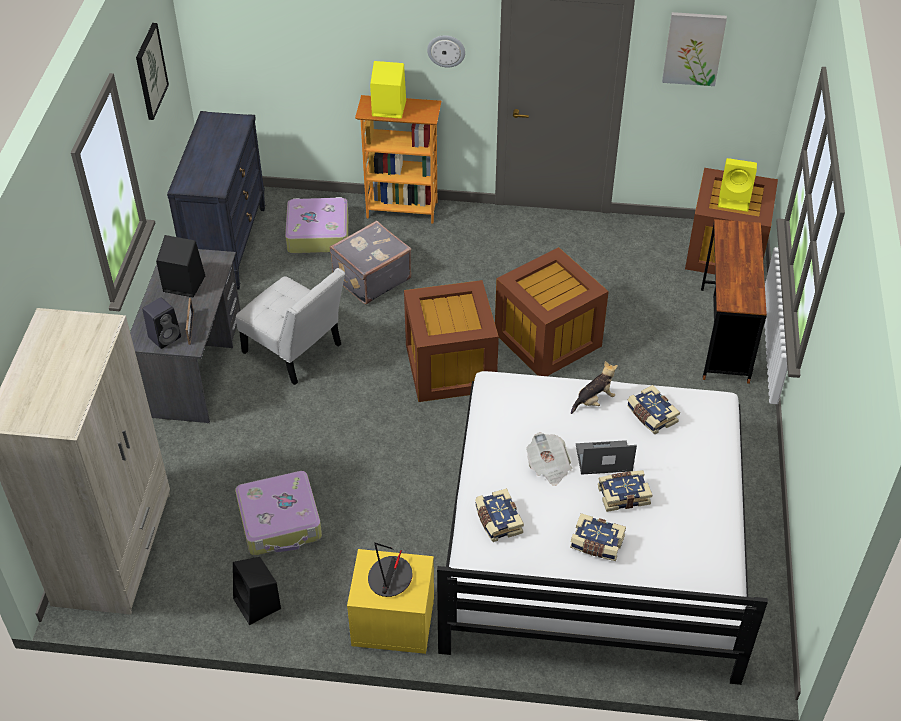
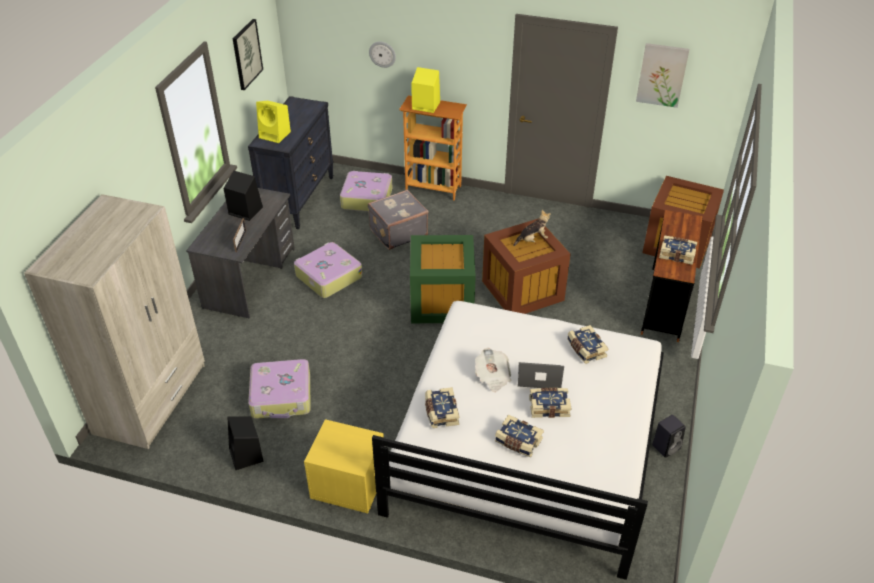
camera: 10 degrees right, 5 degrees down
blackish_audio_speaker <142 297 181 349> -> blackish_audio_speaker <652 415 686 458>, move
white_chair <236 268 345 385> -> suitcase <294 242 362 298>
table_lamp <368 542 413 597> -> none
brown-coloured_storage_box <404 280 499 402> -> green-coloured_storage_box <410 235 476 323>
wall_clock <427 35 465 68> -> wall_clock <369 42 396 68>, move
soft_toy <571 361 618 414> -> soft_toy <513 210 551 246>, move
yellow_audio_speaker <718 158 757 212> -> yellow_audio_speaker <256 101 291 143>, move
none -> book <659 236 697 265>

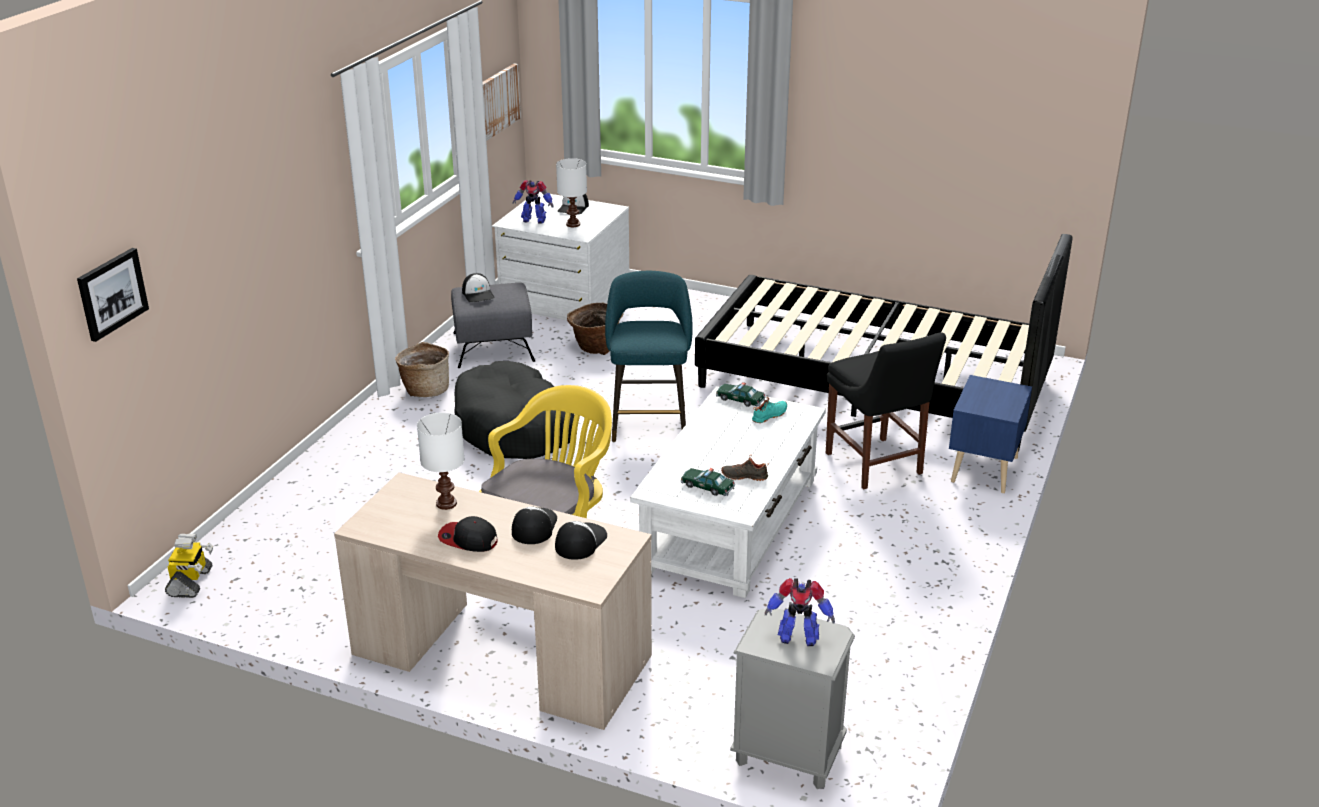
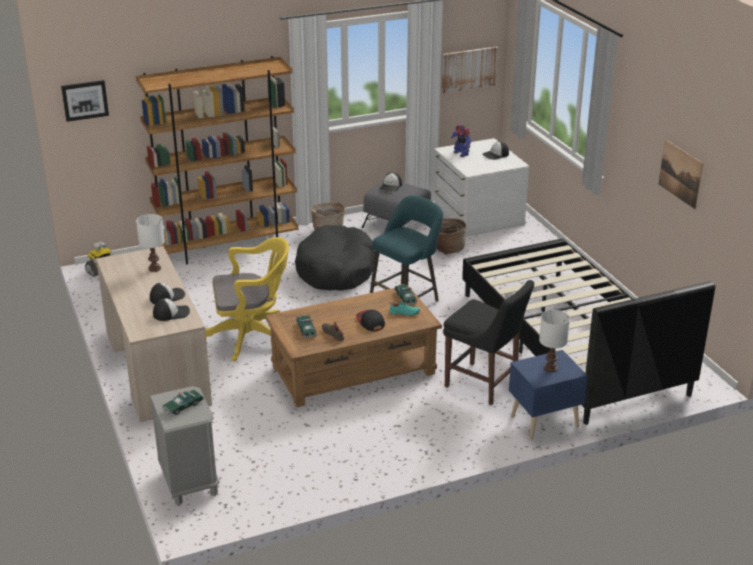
camera: 45 degrees right, 0 degrees up
baseball_cap <438 516 498 552> -> baseball_cap <356 310 385 331>, move
white_table_lamp <556 158 587 227> -> white_table_lamp <539 310 570 372>, move
white_lounge_table <630 386 826 598> -> brown-coloured_lounge_table <265 285 442 407>
toy_robot <765 578 835 646> -> miniature_car <162 390 204 416>
blackish_chair <826 332 946 489> -> blackish_chair <443 280 534 405>, 75 degrees counterclockwise
none -> brown-coloured_bookcase <136 56 298 264>
none -> wall_art <659 139 703 209>

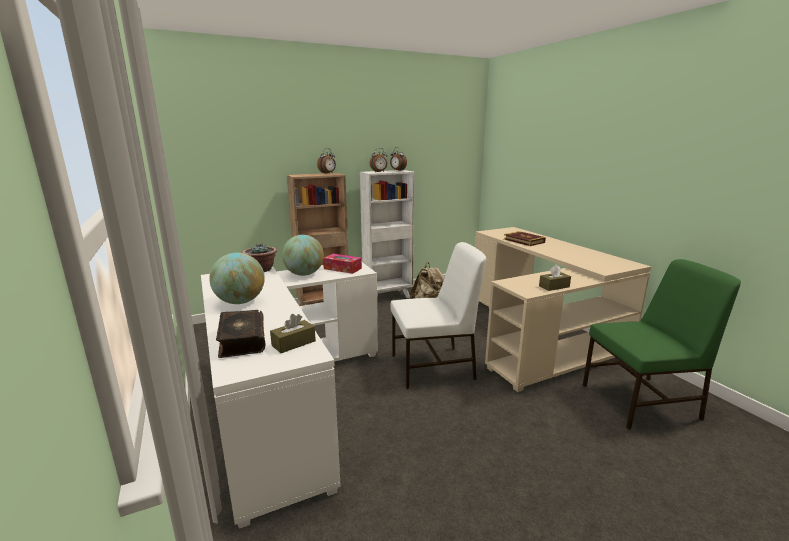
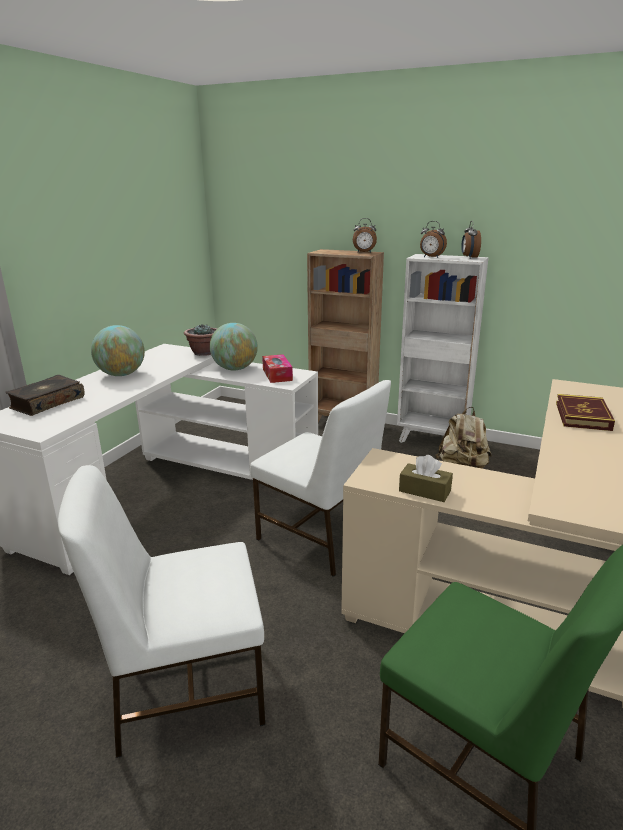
camera: 50 degrees right, 5 degrees up
brown-coloured_box_of_tissues <270 314 316 353> -> none
none -> white_chair <58 465 265 758>

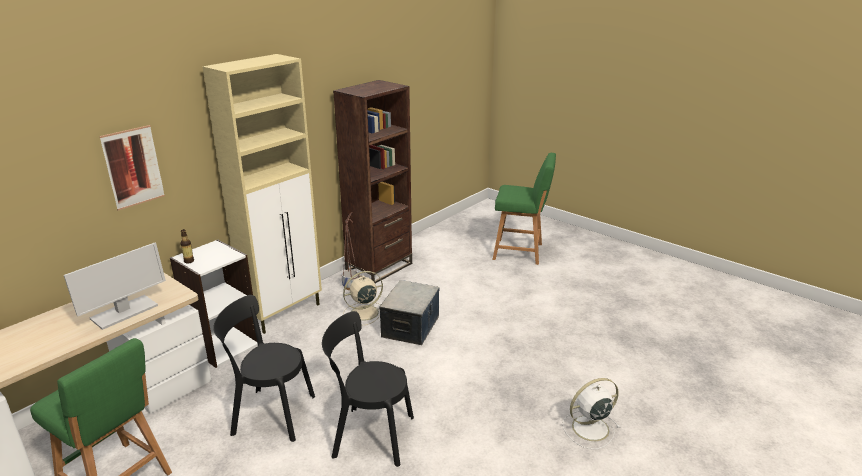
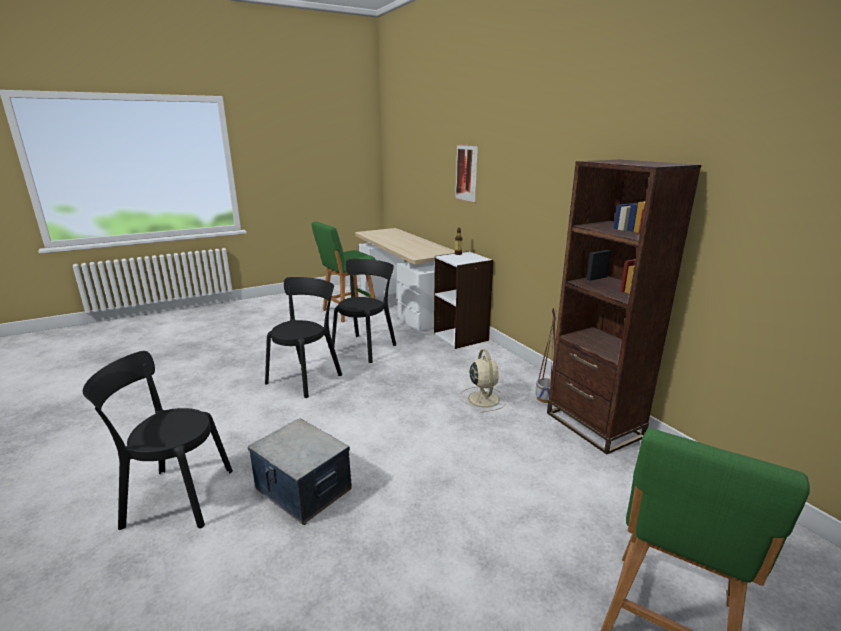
camera: 110 degrees right, 5 degrees down
computer_display <64 243 166 330> -> none
beige-coloured_cabinet <202 54 322 334> -> none
storage_box <379 280 440 345> -> storage_box <248 419 352 525>, move
white_cooling_fan <563 378 620 449> -> blackish_chair <83 351 233 530>

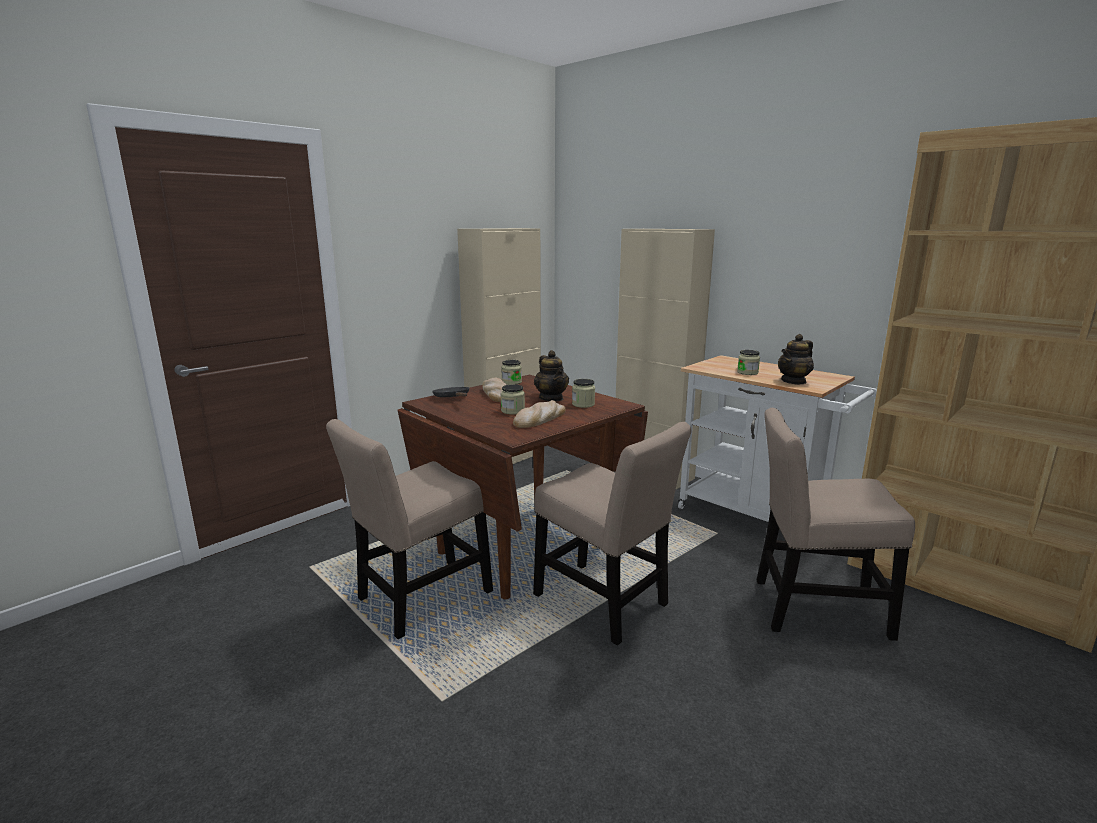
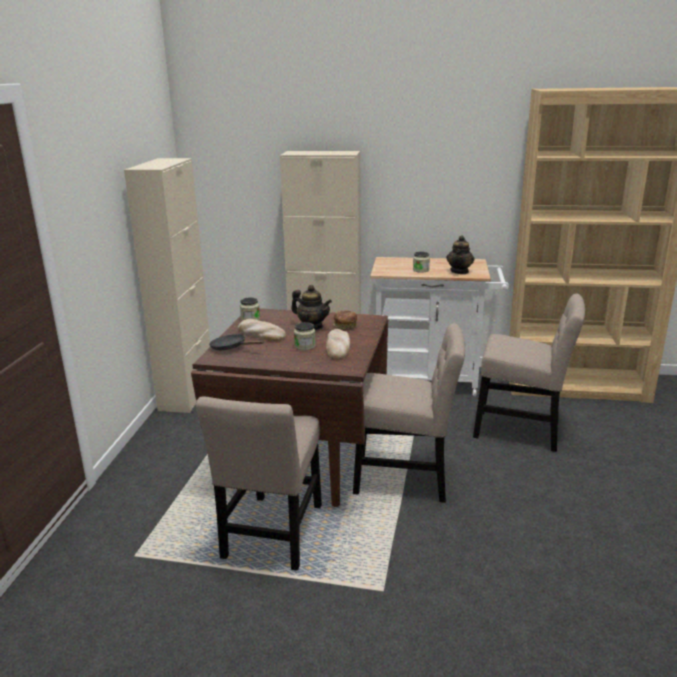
camera: 35 degrees left, 5 degrees up
jar <572 379 595 408> -> bakery_bread <334 310 357 329>
beige-coloured_chair <757 408 915 641> -> beige-coloured_chair <473 293 586 452>, 135 degrees counterclockwise

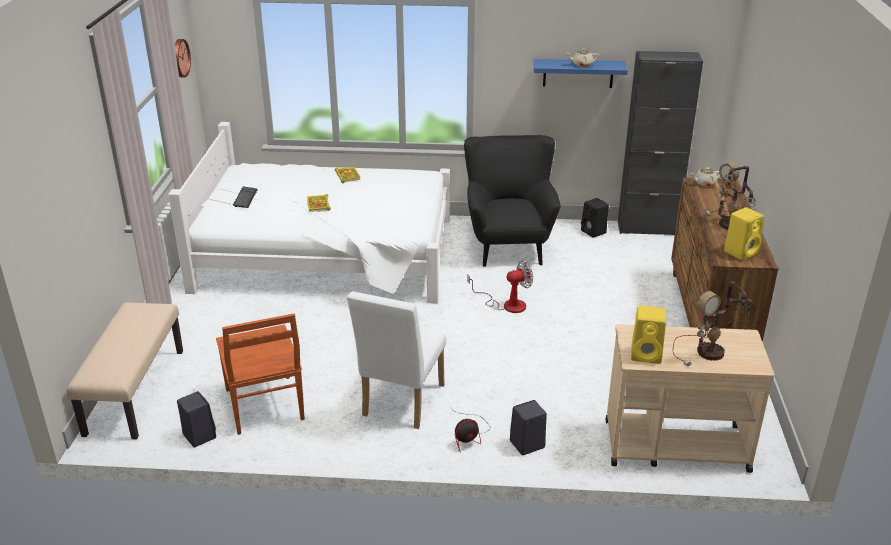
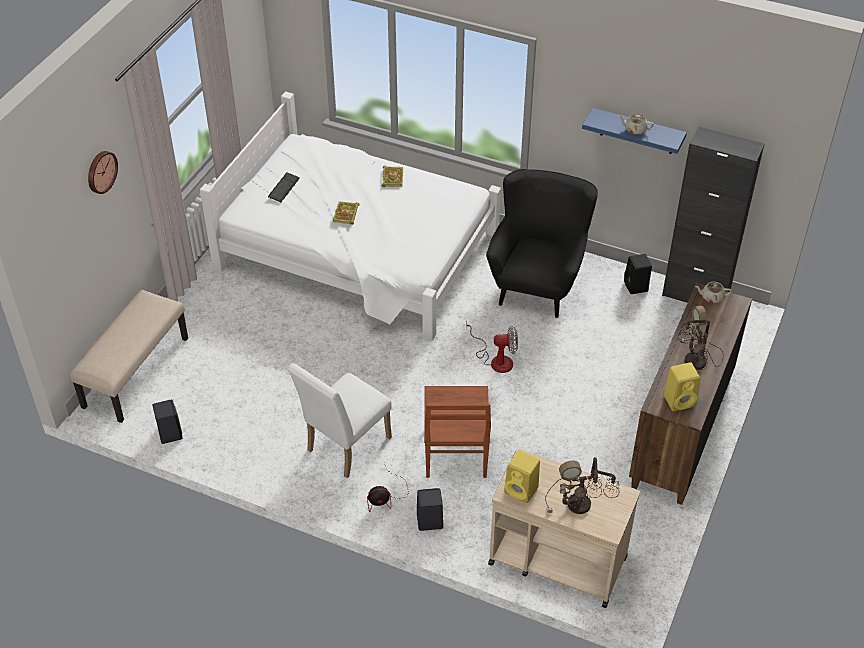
camera: 20 degrees right, 15 degrees up
wall_clock <174 39 191 77> -> wall_clock <88 151 118 194>, move
brown-coloured_chair <216 313 305 435> -> brown-coloured_chair <424 386 491 478>, move

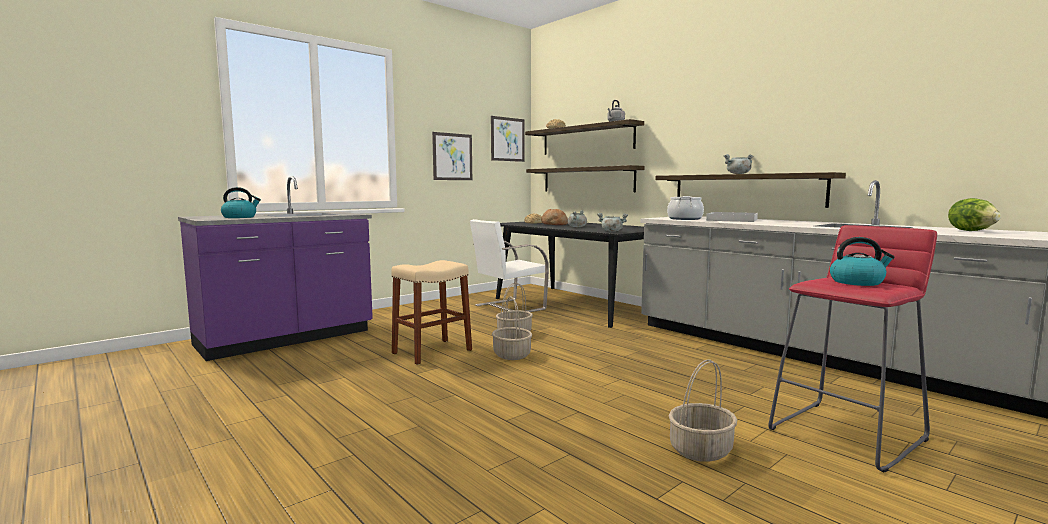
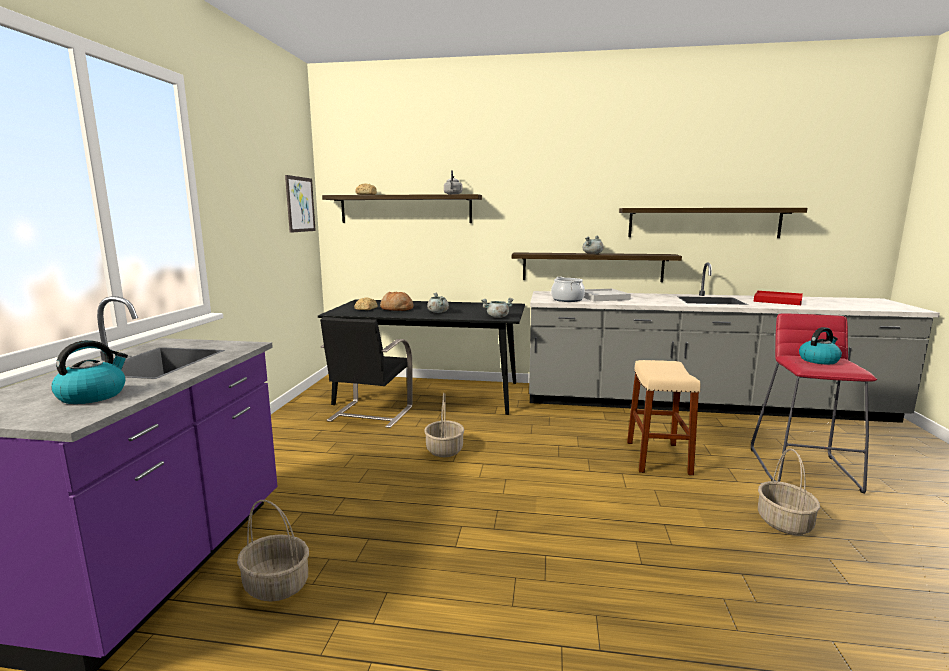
camera: 40 degrees left, 5 degrees up
beige-coloured_stool_seat <391 260 472 365> -> beige-coloured_stool_seat <627 360 701 476>, move
wall_art <432 132 472 180> -> none
white_chair <470 219 549 312> -> blackish_chair <320 317 412 428>
basket <492 296 532 360> -> basket <237 500 309 602>, move
wall_shelf <526 165 645 192> -> wall_shelf <619 208 807 238>, move
lettuce_head <948 198 1001 231> -> red_carrying_tray <753 291 803 305>

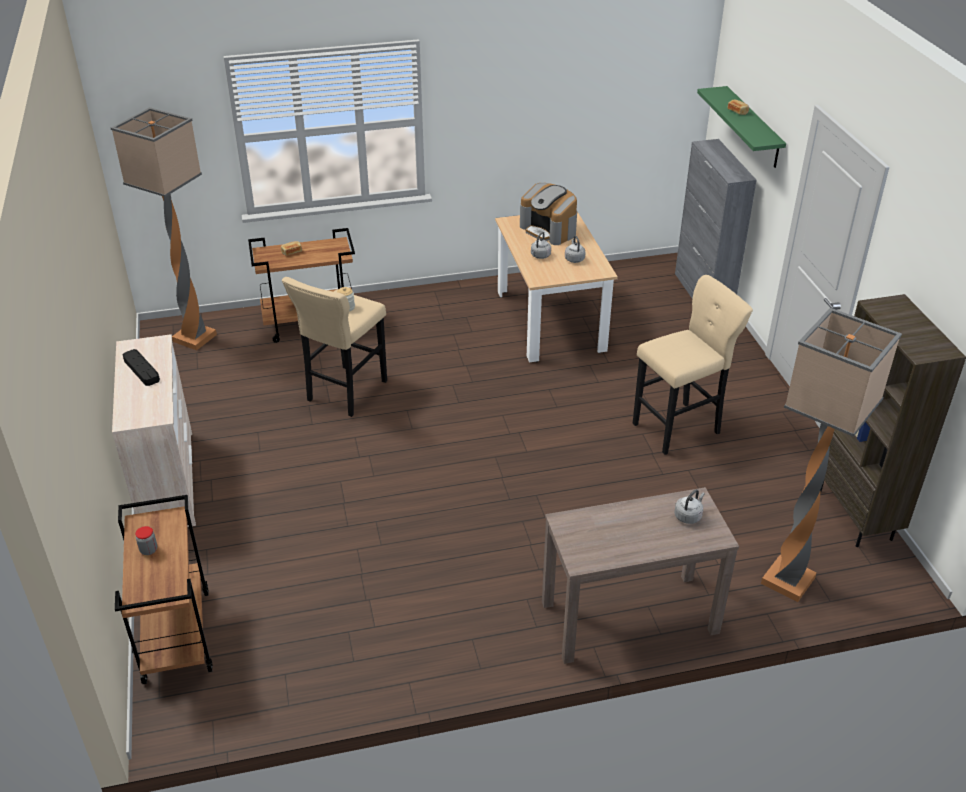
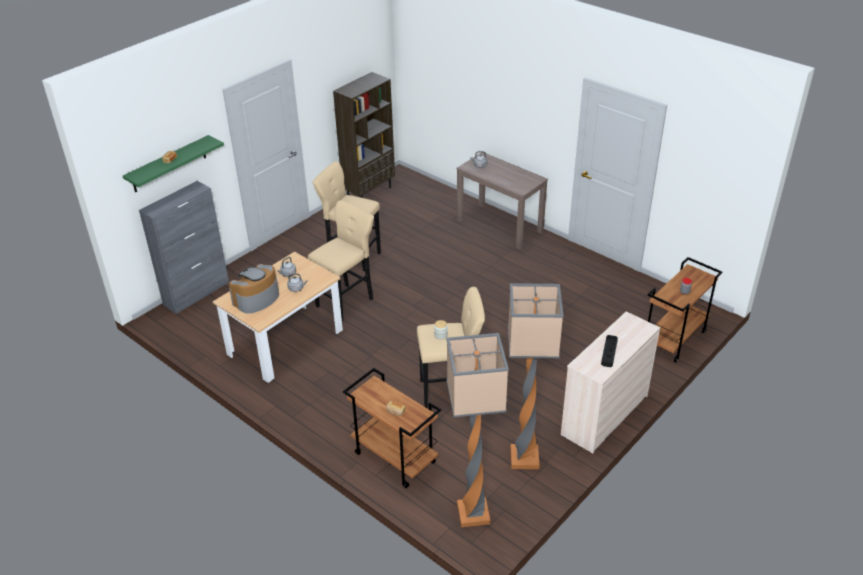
camera: 125 degrees left, 0 degrees up
coffee_machine <520 183 577 245> -> coffee_machine <229 264 279 313>, 150 degrees counterclockwise
standing_lamp <761 308 902 602> -> standing_lamp <508 283 564 469>, move
none -> beige-coloured_stool_seat <308 200 374 321>

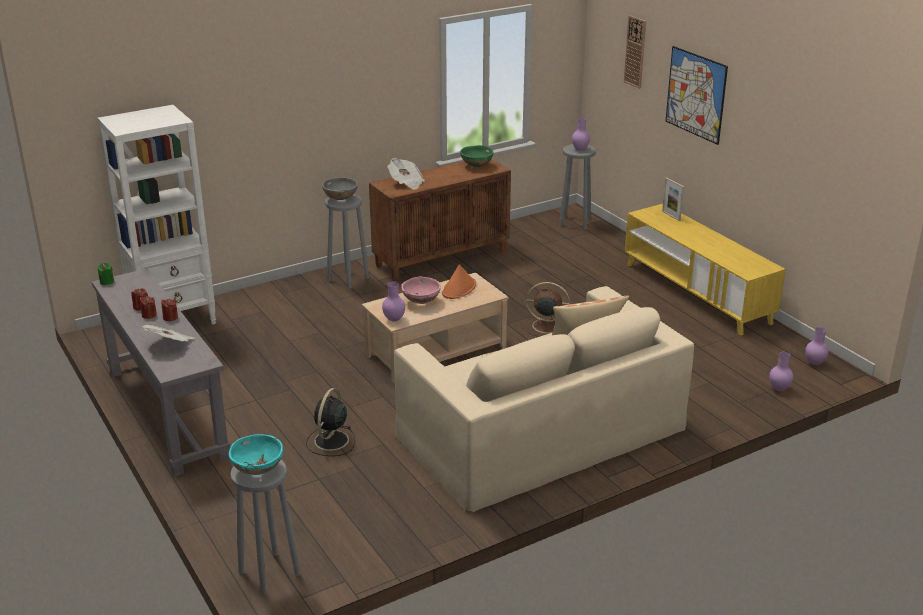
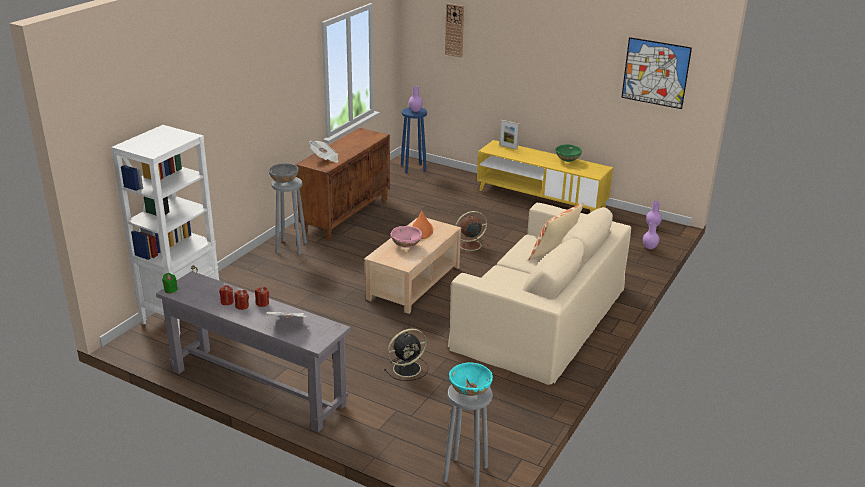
camera: 30 degrees left, 0 degrees up
blackish_cooling_fan <306 388 355 456> -> blackish_cooling_fan <384 328 428 381>, 105 degrees counterclockwise
purplish_flower_vase <382 281 405 322> -> none
green-coloured_deep_dish <460 145 494 167> -> green-coloured_deep_dish <556 144 582 162>, move
grey_stool_seat <559 144 596 229> -> blue-coloured_stool_seat <401 107 427 173>
wall_art <666 46 728 145> -> wall_art <621 37 692 109>, move

